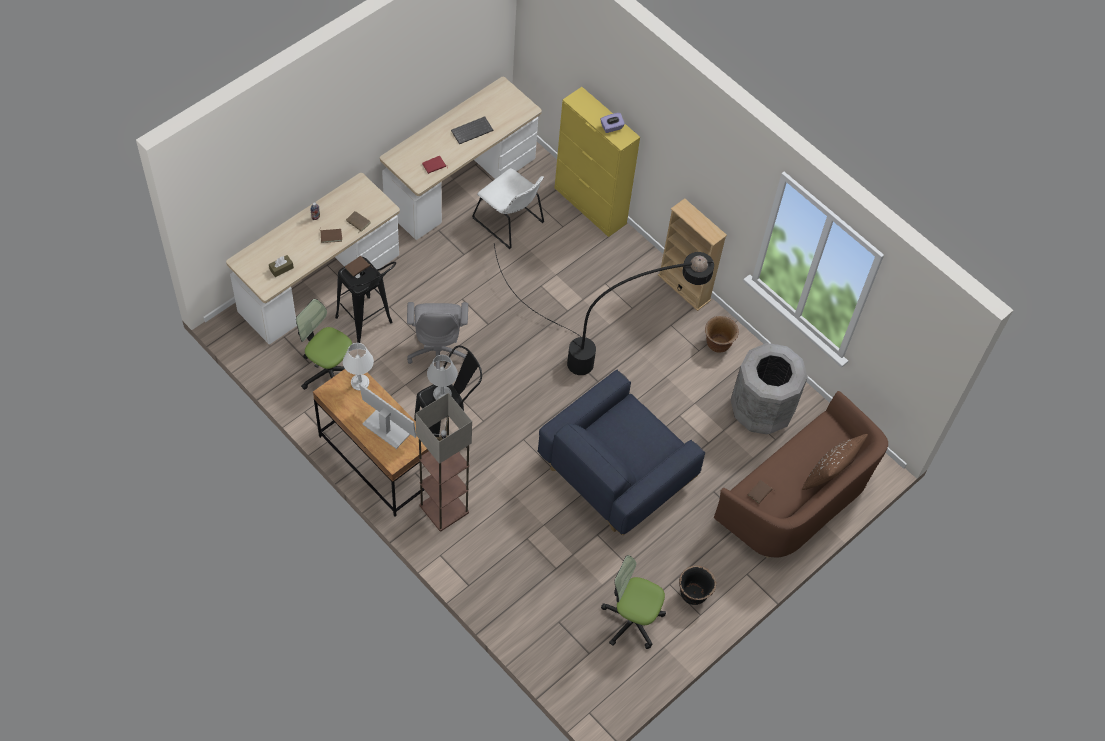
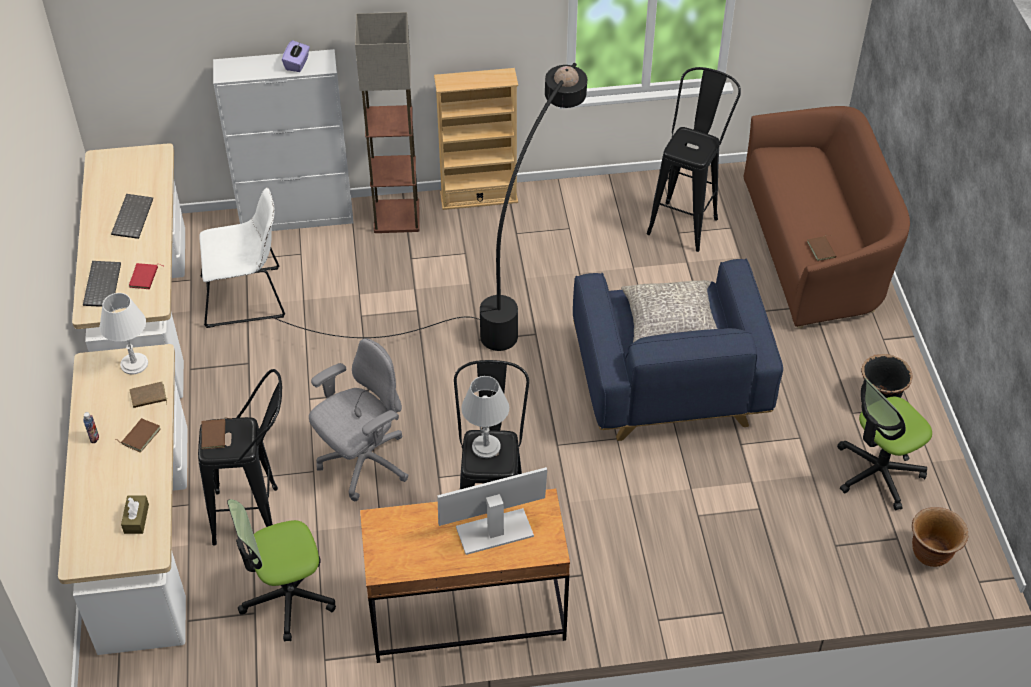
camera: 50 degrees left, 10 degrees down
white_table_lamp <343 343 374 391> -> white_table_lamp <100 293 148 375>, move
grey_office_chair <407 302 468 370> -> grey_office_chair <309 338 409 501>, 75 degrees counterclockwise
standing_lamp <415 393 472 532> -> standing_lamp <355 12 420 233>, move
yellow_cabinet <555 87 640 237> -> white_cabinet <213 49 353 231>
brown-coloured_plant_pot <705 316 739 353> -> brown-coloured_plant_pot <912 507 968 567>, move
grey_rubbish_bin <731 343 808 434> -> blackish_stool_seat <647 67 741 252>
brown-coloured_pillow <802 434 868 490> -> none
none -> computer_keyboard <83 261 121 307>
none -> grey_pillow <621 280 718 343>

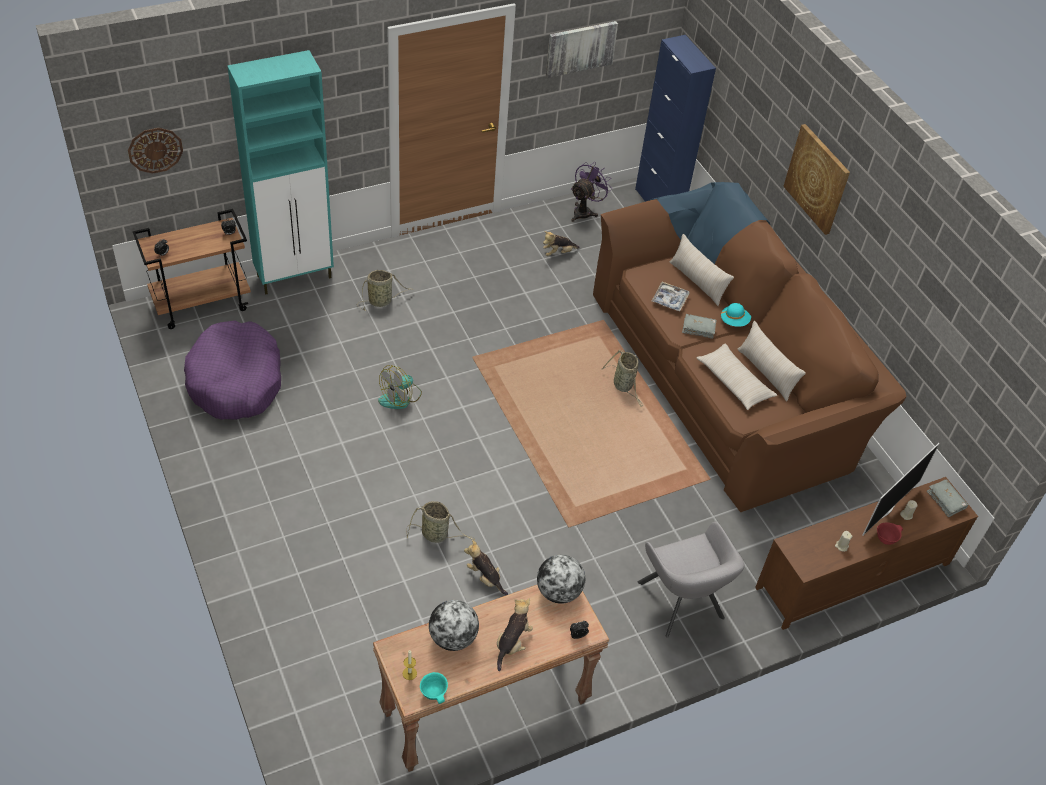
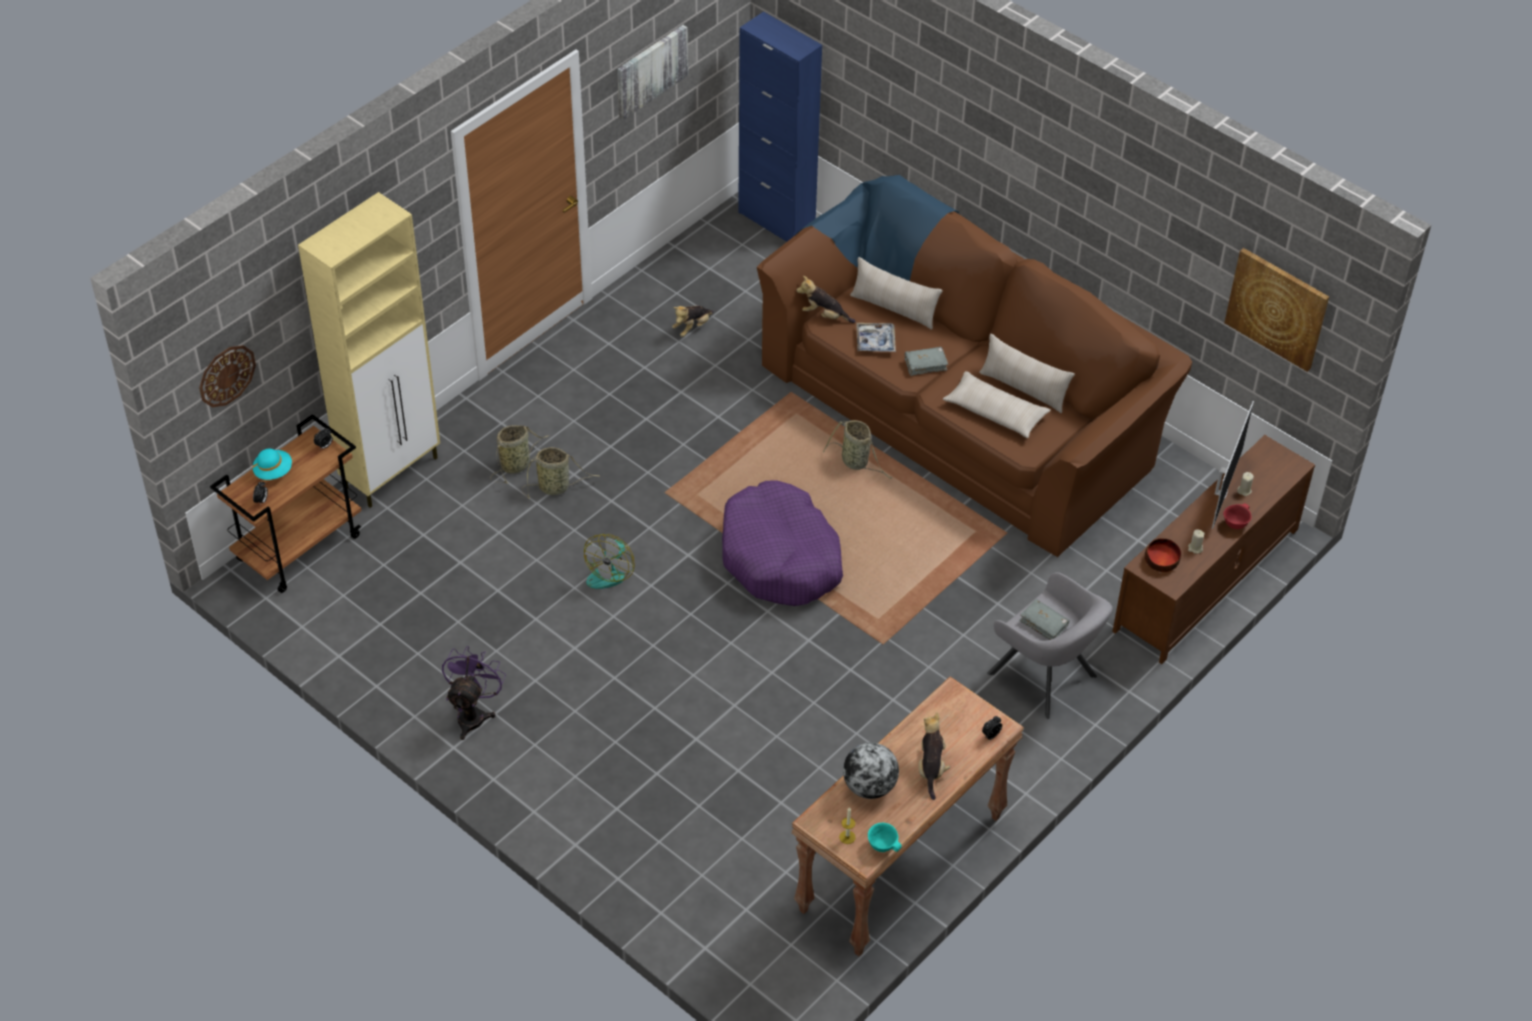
camera: 20 degrees left, 0 degrees up
purplish_pet_bed <184 321 281 420> -> purplish_pet_bed <722 480 843 606>, move
blue-green_cabinet <227 50 334 295> -> beige-coloured_cabinet <298 192 440 508>
basket <406 501 475 543> -> basket <522 447 600 499>, move
soft_toy <464 540 508 595> -> soft_toy <797 276 855 323>, move
globe <537 554 585 604> -> none
purplish_cooling_fan <571 162 612 222> -> purplish_cooling_fan <442 646 506 740>, move
blue-green_clothing_hat <720 303 751 327> -> blue-green_clothing_hat <252 449 292 480>, move
wall_art <783 124 850 235> -> wall_art <1224 248 1329 372>, move
grey_book <927 479 968 517> -> grey_book <1019 599 1069 640>, move
none -> deep_dish <1145 538 1181 572>

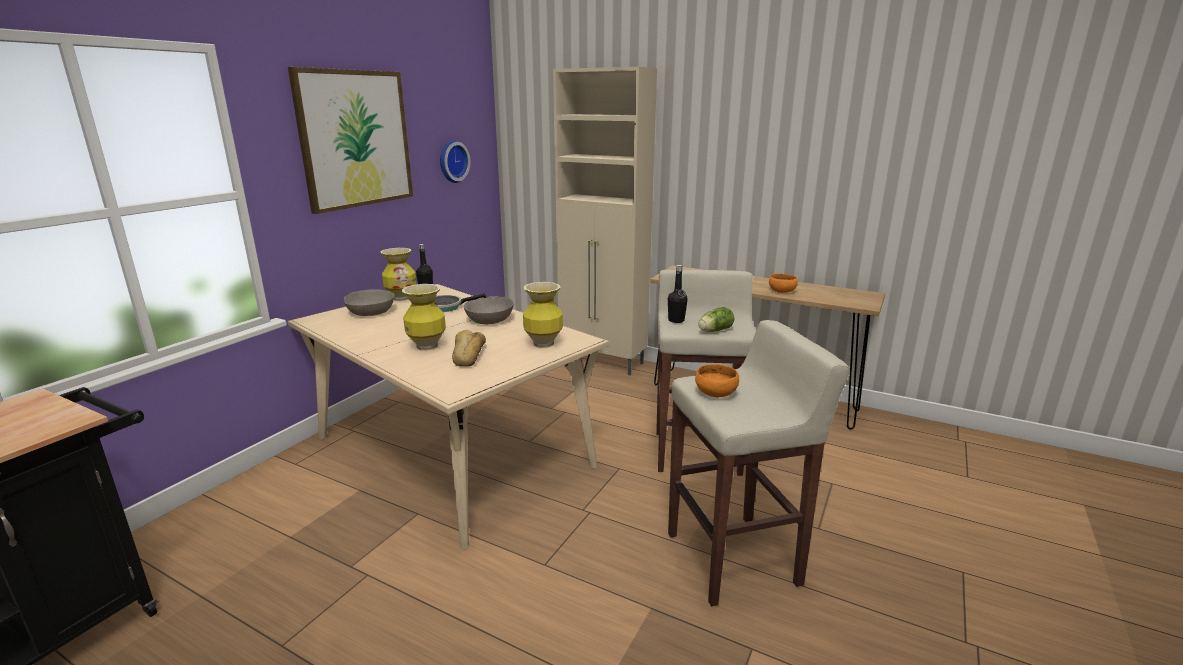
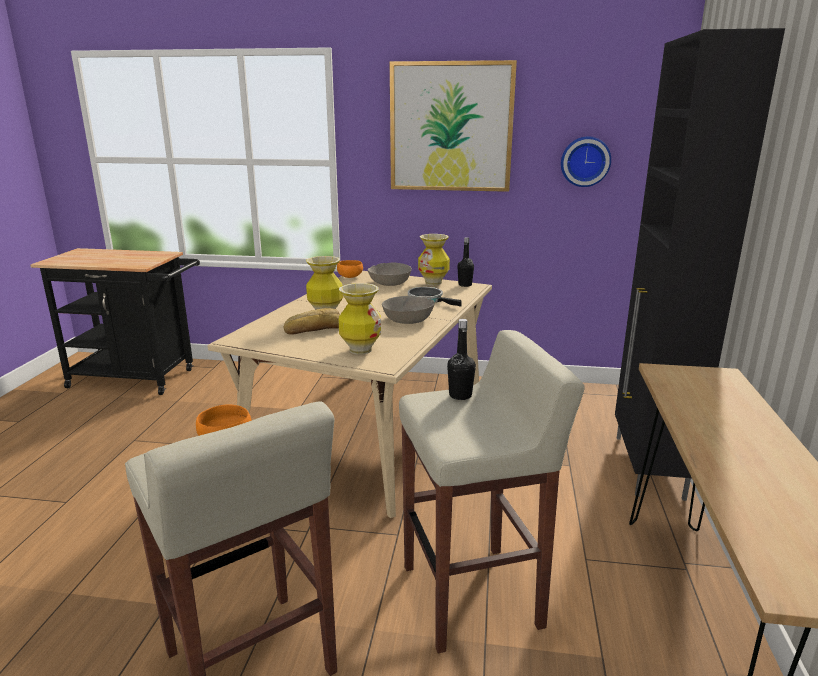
camera: 70 degrees right, 0 degrees up
beige-coloured_cabinet <553 67 657 375> -> blackish_cabinet <615 28 785 501>
lettuce_head <698 307 735 332> -> none
orangey_deep_dish <769 273 798 293> -> orangey_deep_dish <337 260 363 278>, move

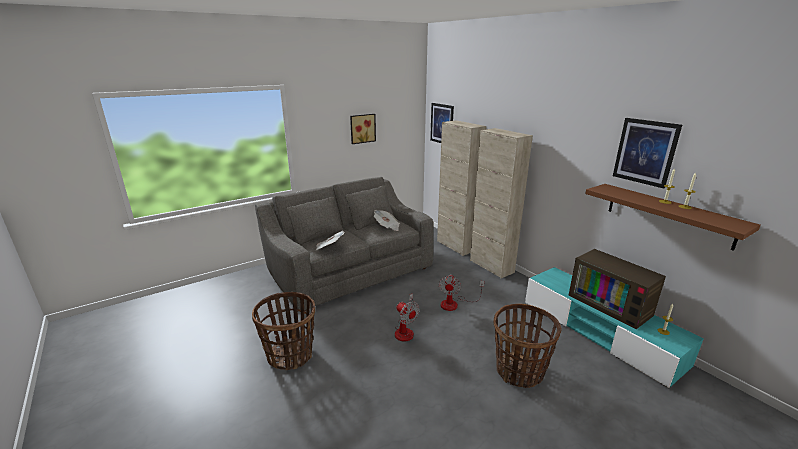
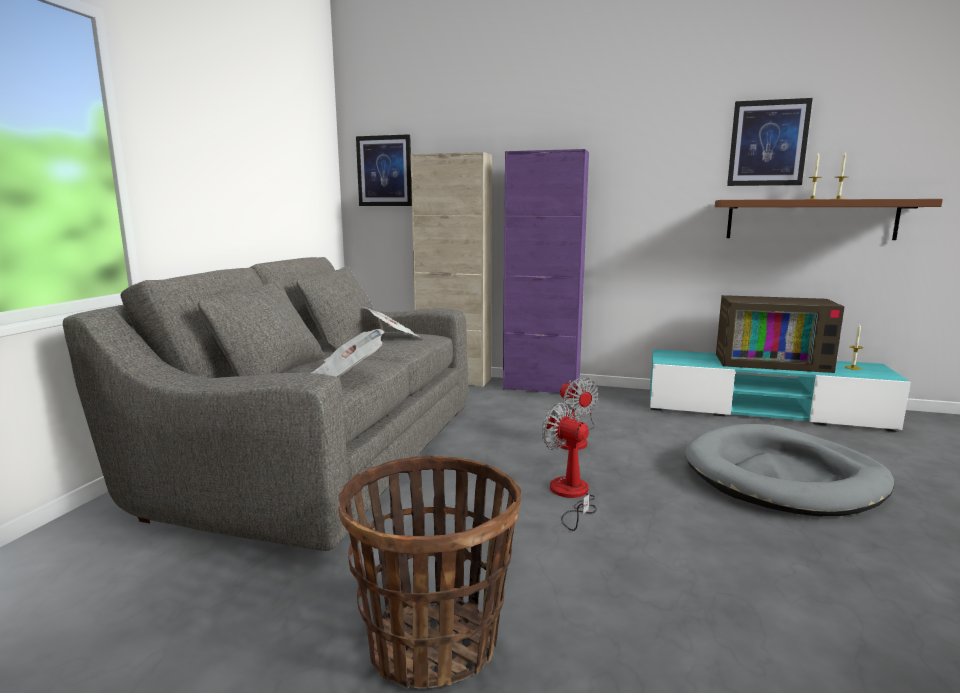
camera: 40 degrees left, 10 degrees down
wall_art <350 114 376 144> -> none
cooling_fan <395 293 419 342> -> cooling_fan <542 403 597 531>, 150 degrees counterclockwise
beige-coloured_cabinet <470 128 533 278> -> purplish_cabinet <503 149 589 393>
basket <493 304 562 388> -> grey_pet_bed <685 424 894 516>

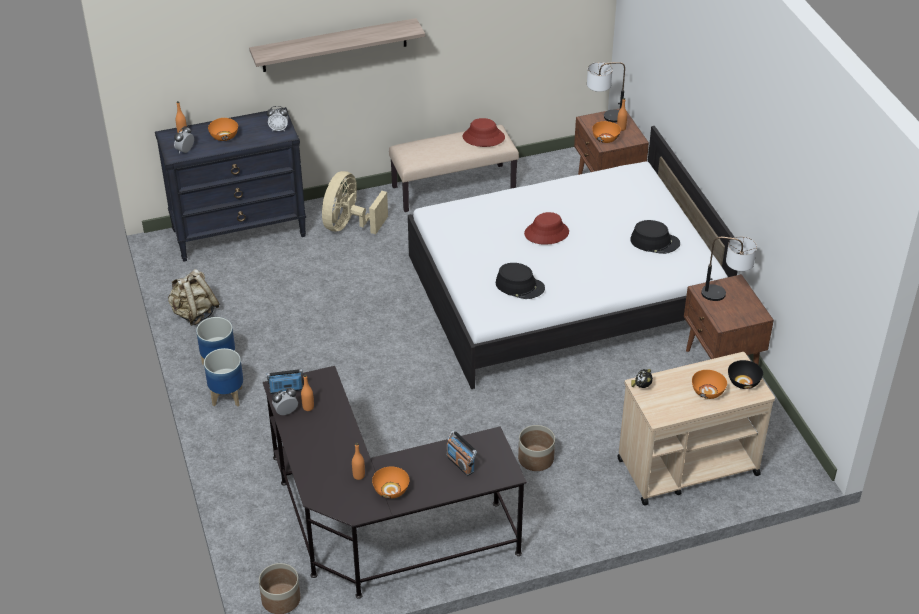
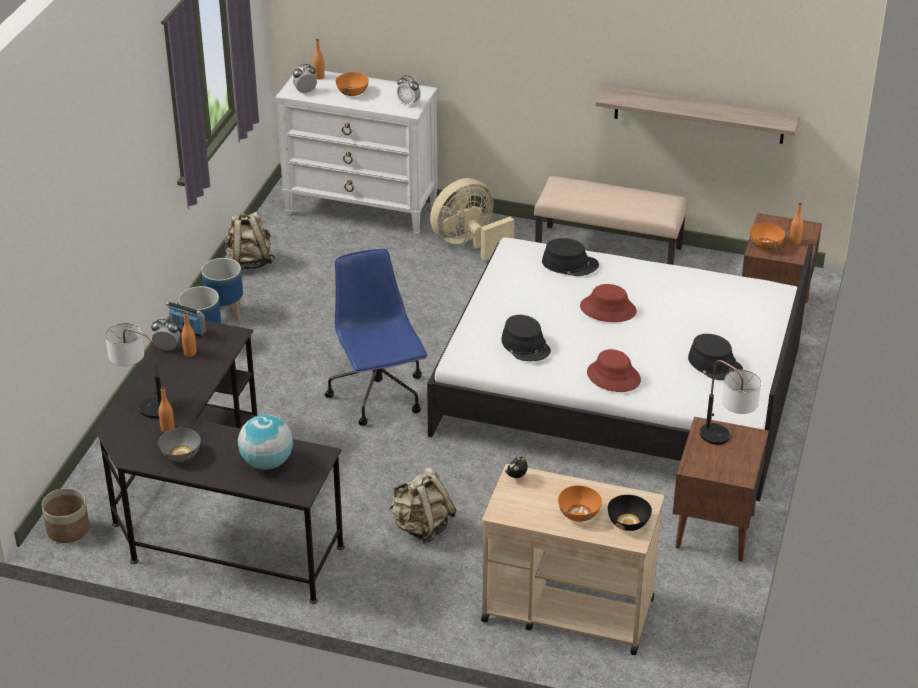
camera: 35 degrees right, 5 degrees down
blackish_chest_of_drawers <155 107 306 262> -> white_chest_of_drawers <275 67 438 237>
wall_shelf <249 18 425 72> -> wall_shelf <596 86 800 144>, move
orangey_deep_dish <372 467 409 499> -> grey_deep_dish <158 428 201 462>
radio <446 430 477 476> -> globe <238 414 293 470>
red_clothing_hat <463 118 505 147> -> red_clothing_hat <587 349 641 392>, move
plant_pot <518 425 555 471> -> beige-coloured_knapsack <389 468 457 543>
table_lamp <587 62 625 122> -> table_lamp <105 323 161 419>, move
none -> blue-coloured_office_chair <325 249 427 426>
none -> blackish_clothing_hat <542 238 599 276>

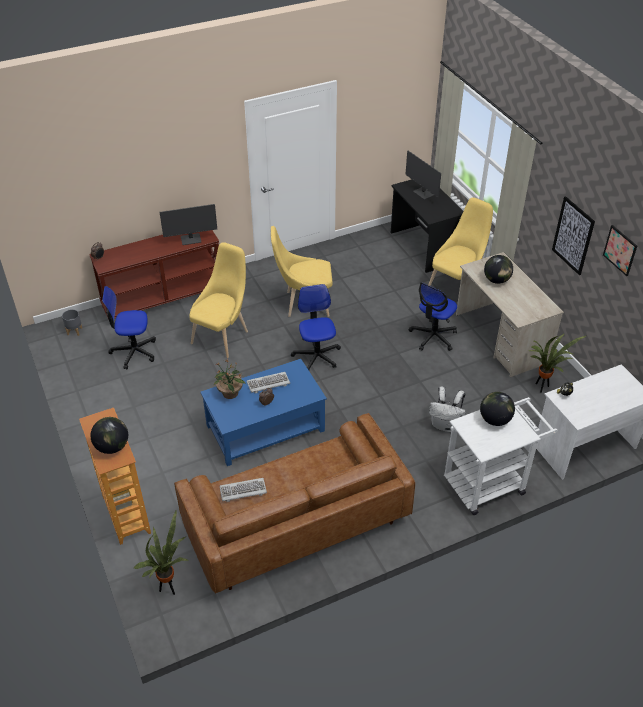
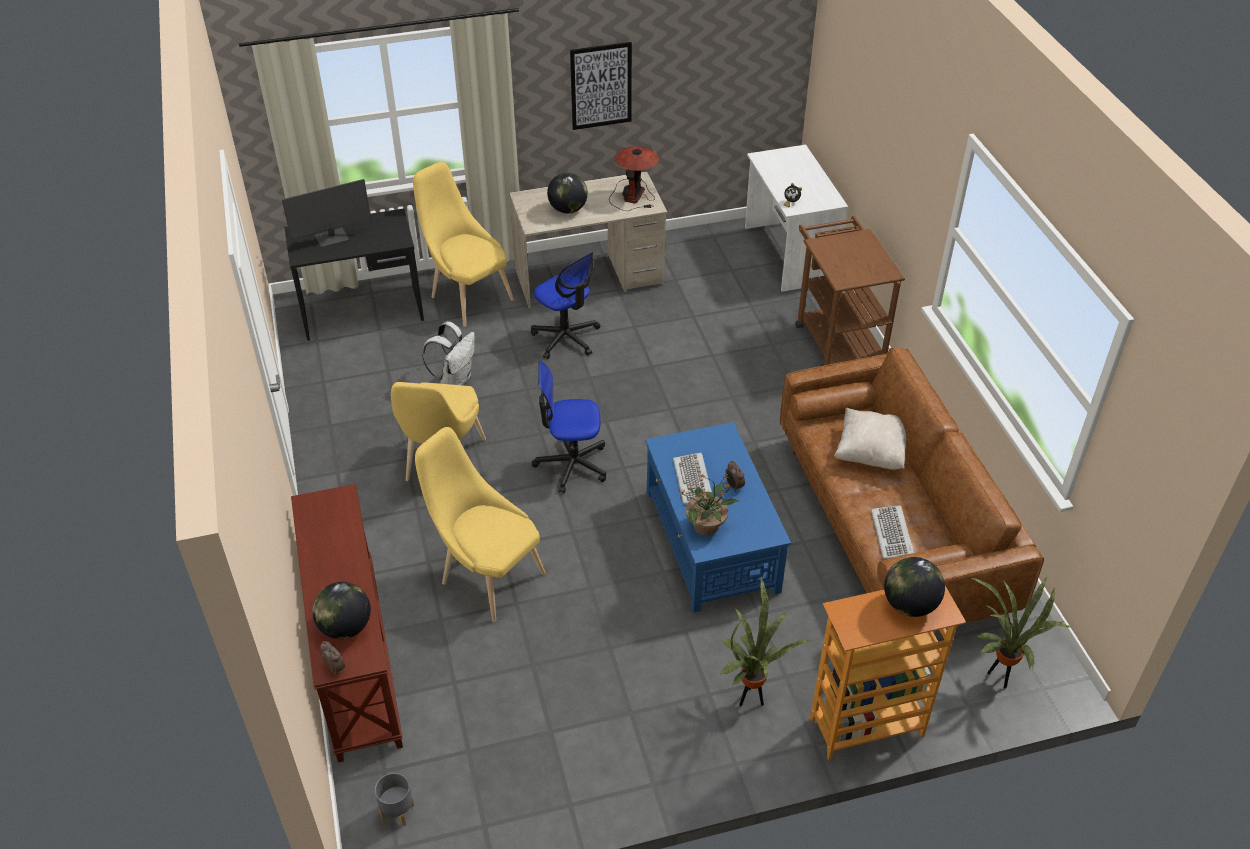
camera: 80 degrees left, 0 degrees up
office_chair <102 286 156 369> -> none
computer_display <160 204 217 245> -> none
white_knapsack <429 386 466 432> -> white_knapsack <422 321 475 386>, move
white_trolley <444 397 558 515> -> brown-coloured_trolley <795 216 905 366>
globe <480 392 515 426> -> globe <312 582 371 639>, move
plant_in_a_pot <529 333 586 393> -> plant_in_a_pot <720 578 811 706>, move
wall_art <603 225 637 276> -> none
none -> table_lamp <609 146 659 211>
none -> beige-coloured_pillow <834 408 906 470>

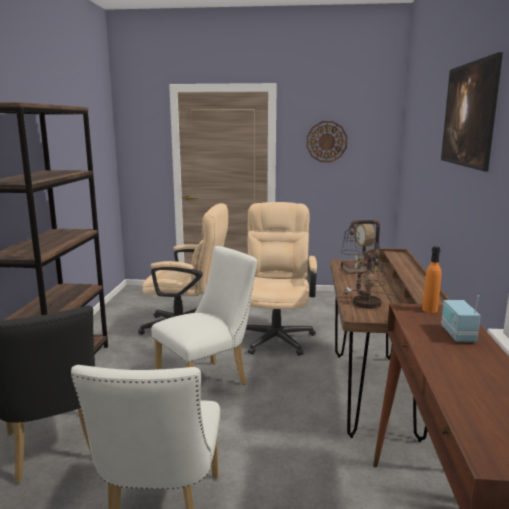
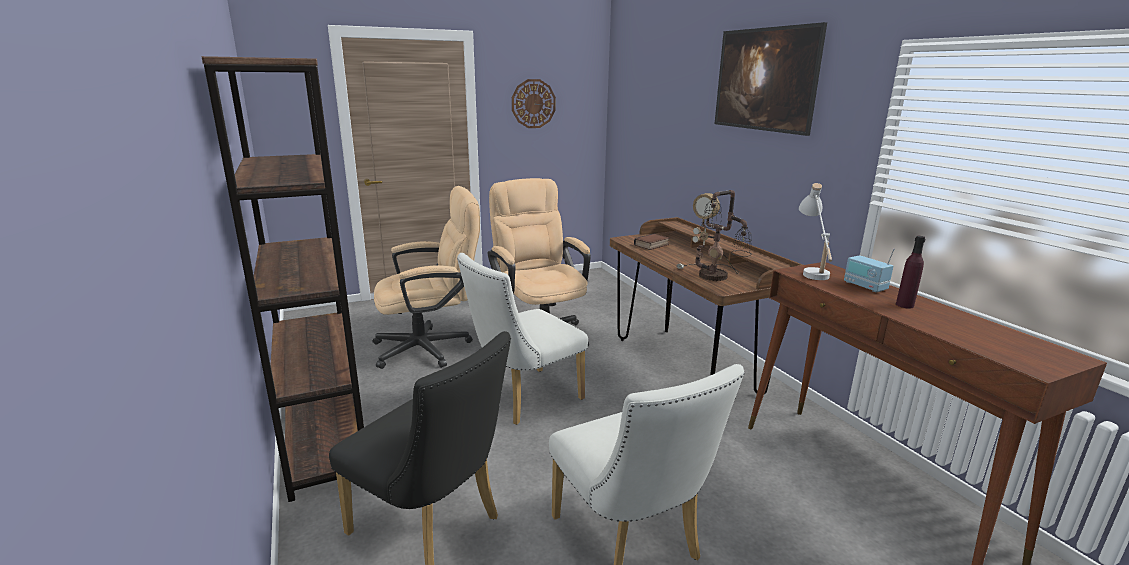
camera: 30 degrees left, 5 degrees up
white_chair <151 246 258 385> -> white_chair <457 253 588 425>, 150 degrees counterclockwise
orangey_bottle <422 246 442 313> -> white_table_lamp <799 183 832 280>
none -> purplish_bottle <896 236 925 309>

